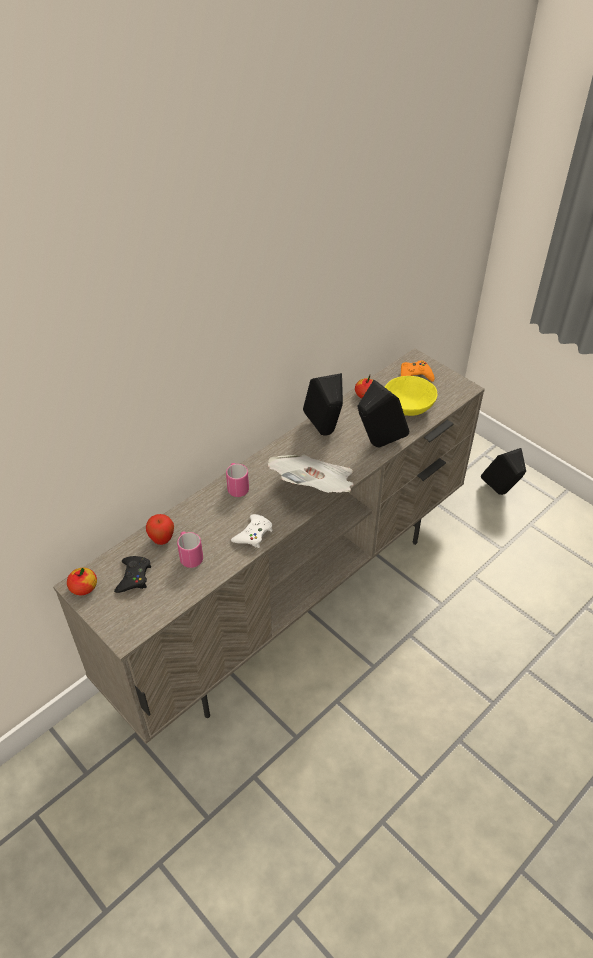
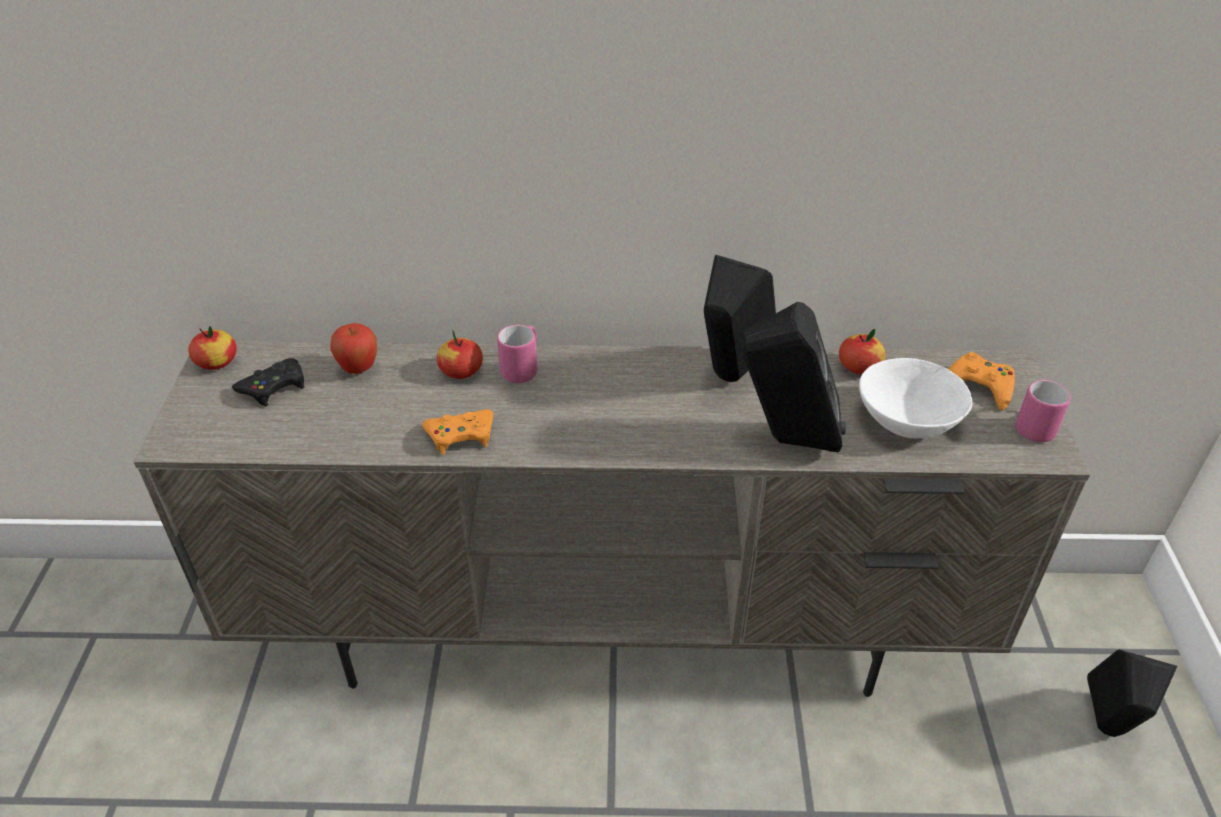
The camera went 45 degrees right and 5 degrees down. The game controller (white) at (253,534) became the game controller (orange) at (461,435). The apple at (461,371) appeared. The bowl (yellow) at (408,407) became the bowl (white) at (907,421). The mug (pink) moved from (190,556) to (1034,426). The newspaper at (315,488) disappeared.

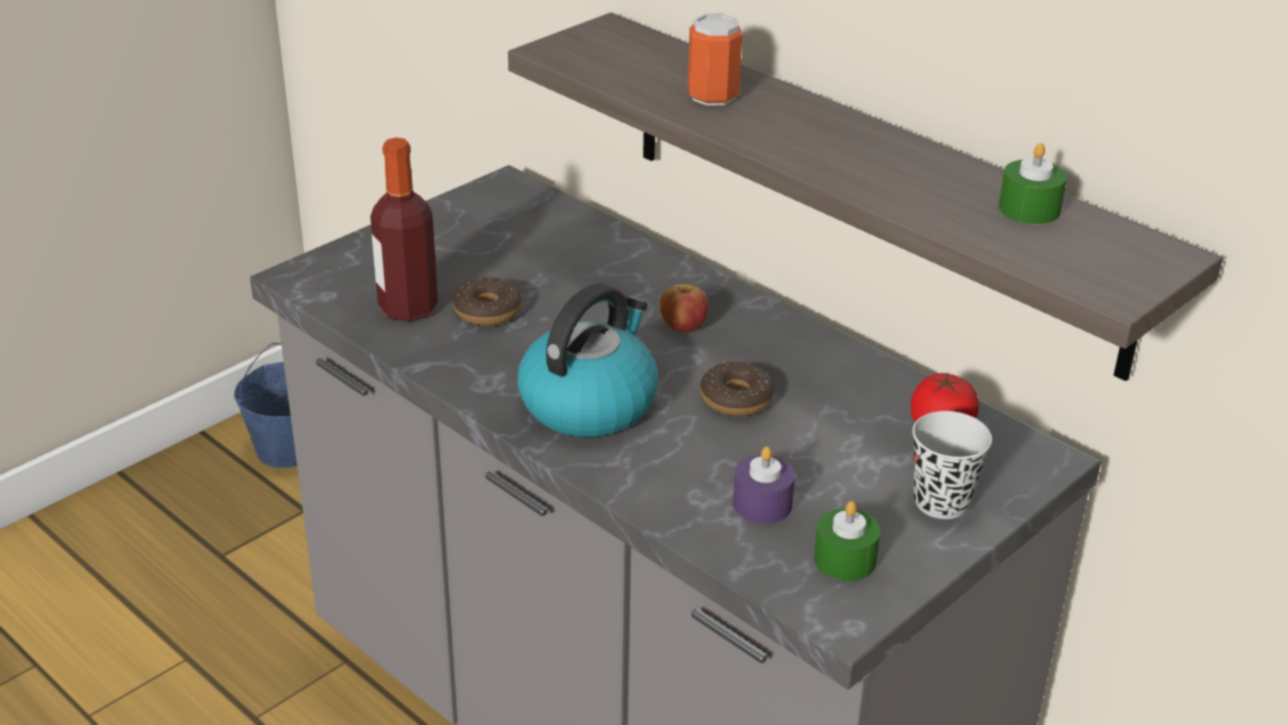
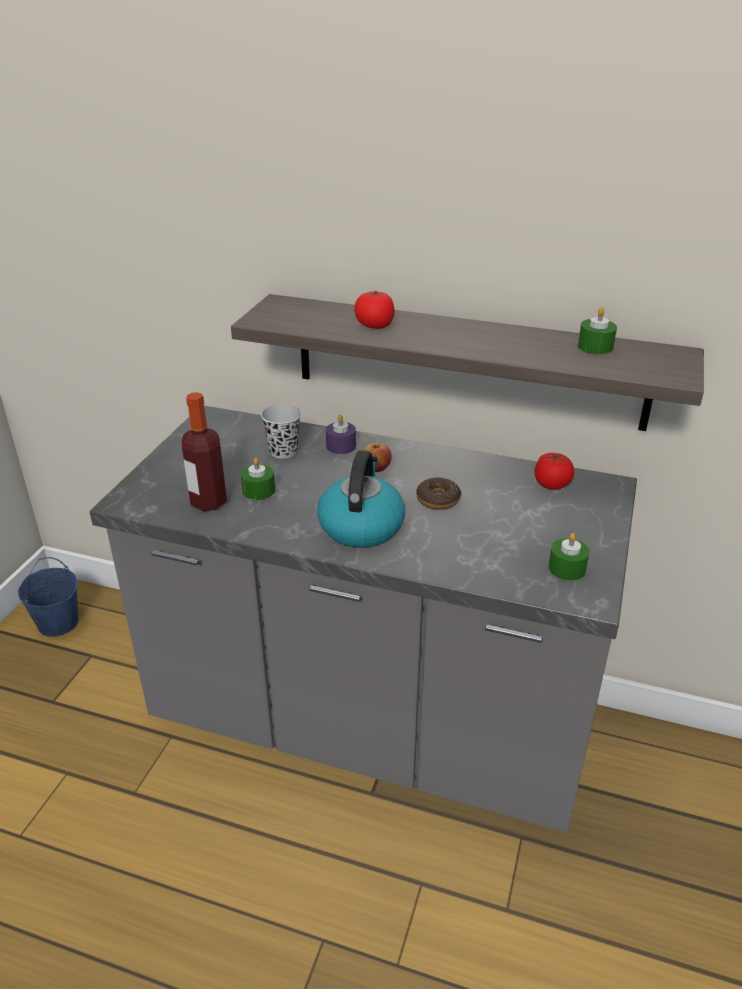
The camera went 25 degrees left and 0 degrees up. The donut at (487,311) was replaced by the candle (green) at (258,490). The cup (black) moved from (941,502) to (283,451). The candle (purple) moved from (762,504) to (341,446). The can at (712,96) was replaced by the tomato at (374,326).

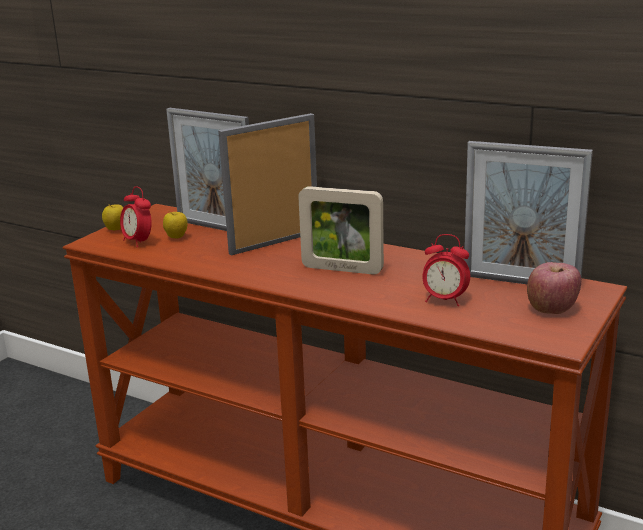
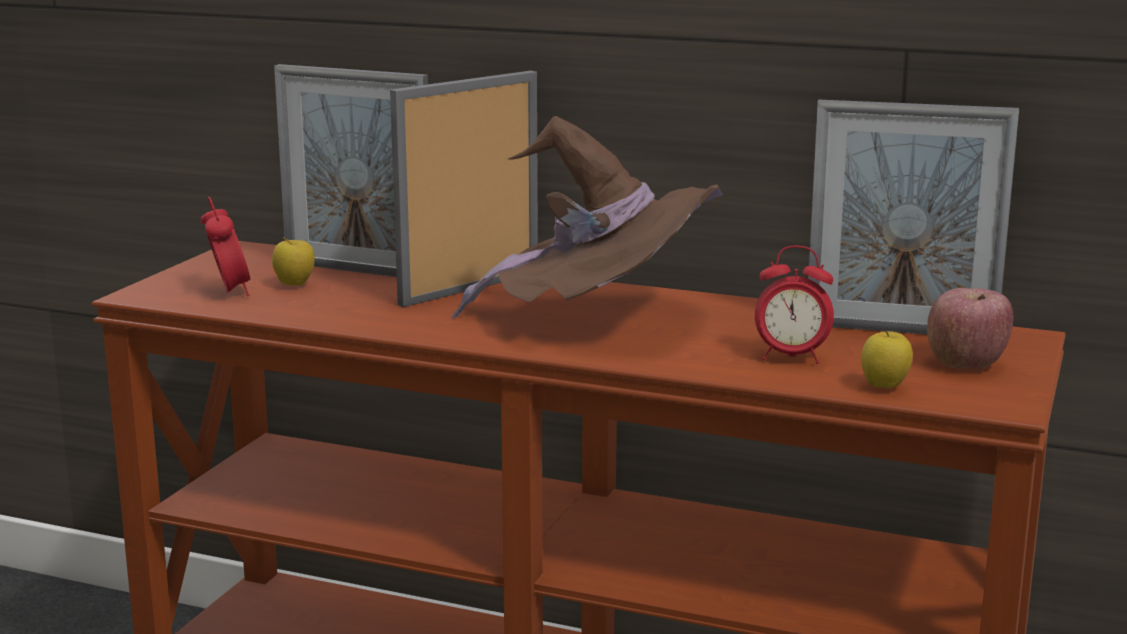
The camera went 10 degrees left and 5 degrees down. The alarm clock at (138,242) turned 150 degrees counterclockwise. The picture frame at (342,269) was replaced by the hat (brown) at (602,321). The apple moved from (116,230) to (884,387).

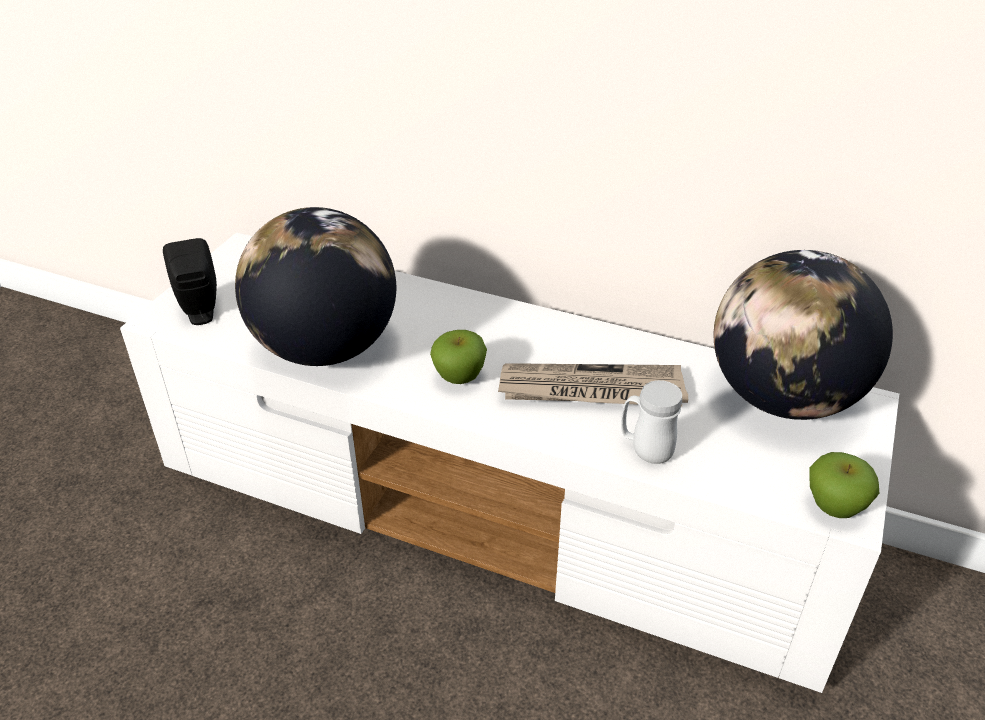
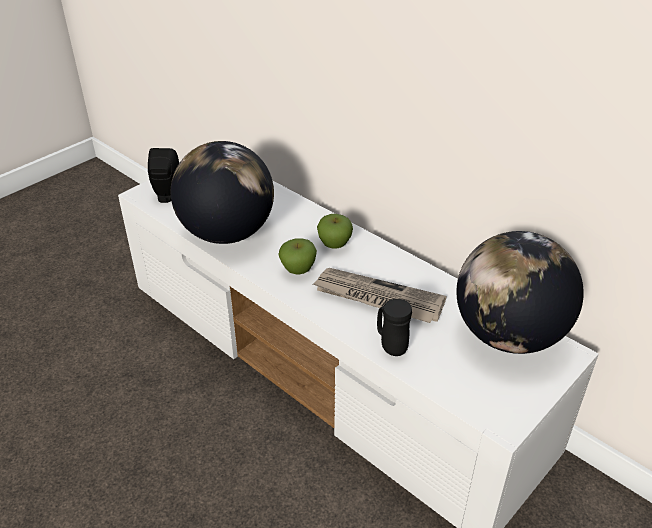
The camera went 20 degrees right and 0 degrees up. The apple moved from (834,507) to (334,244). The mug (white) at (645,450) became the mug (black) at (390,345).

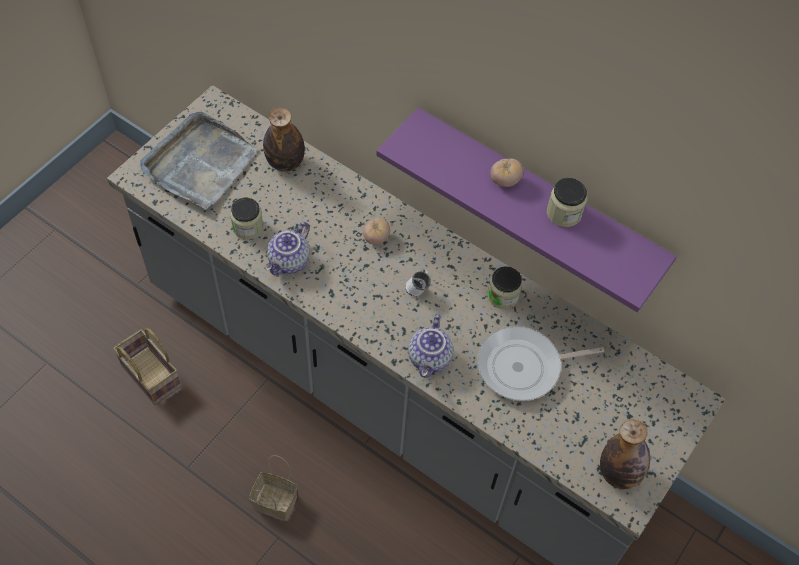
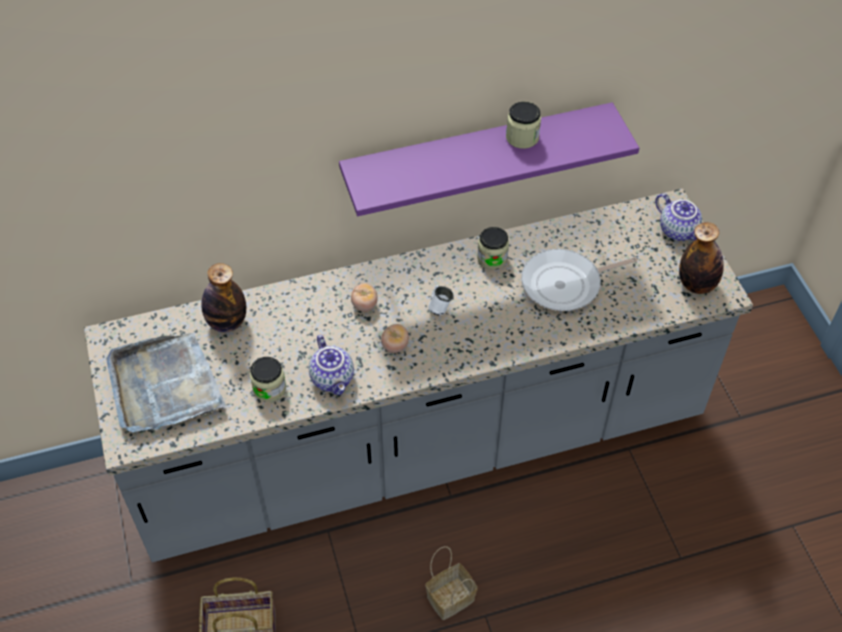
The camera went 50 degrees left and 5 degrees down. The tomato moved from (505,180) to (395,346). The frying pan at (524,367) turned 45 degrees clockwise. The teapot moved from (430,359) to (679,230).

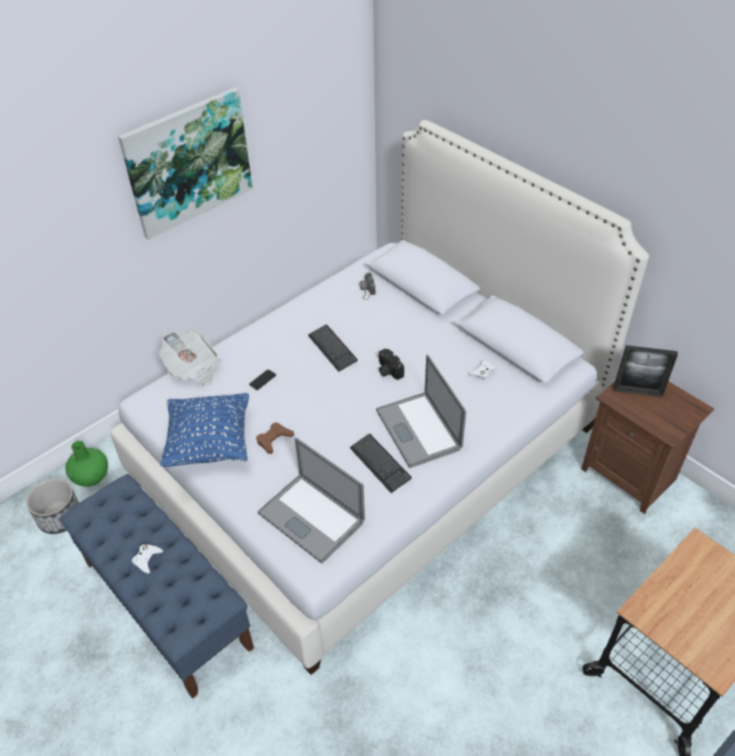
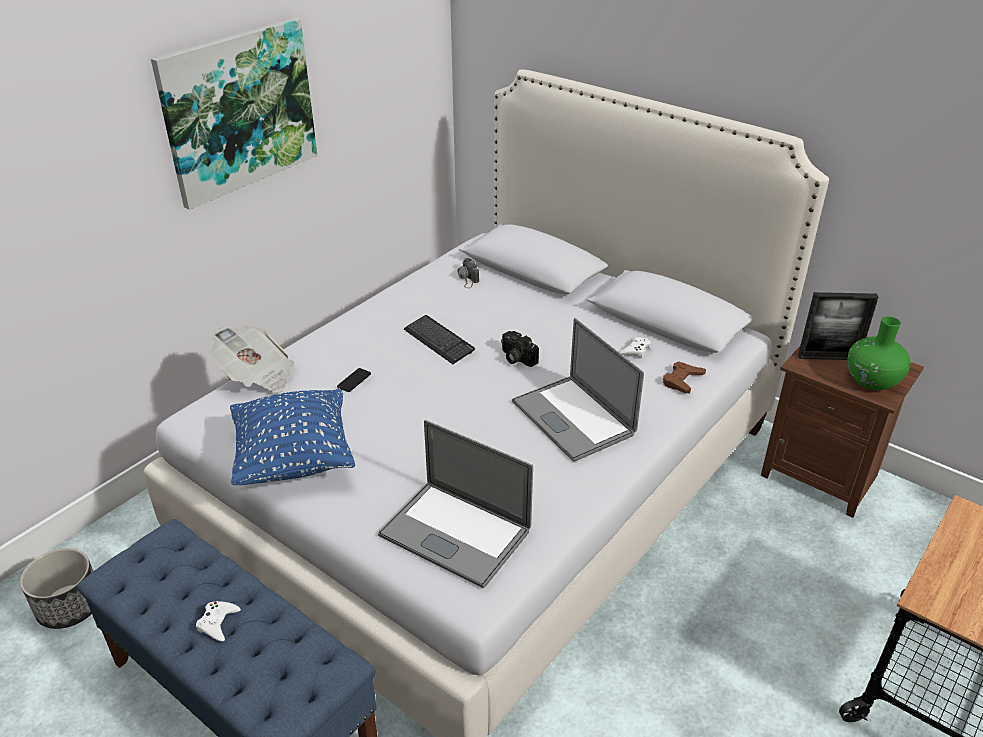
The camera went 10 degrees left and 10 degrees down. The game controller (brown) moved from (274,440) to (682,380). The vase (green) moved from (91,477) to (872,381). The keyboard at (380,464) disappeared.

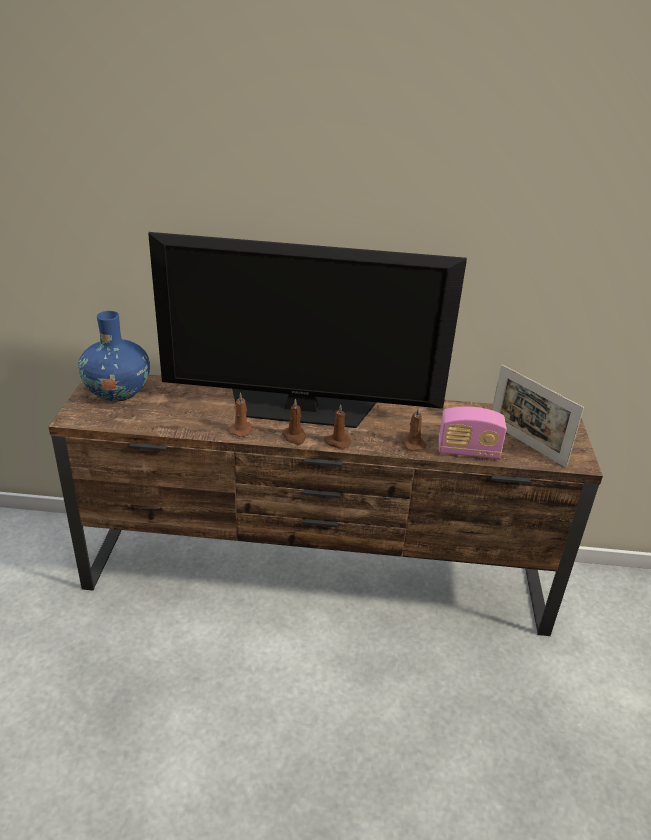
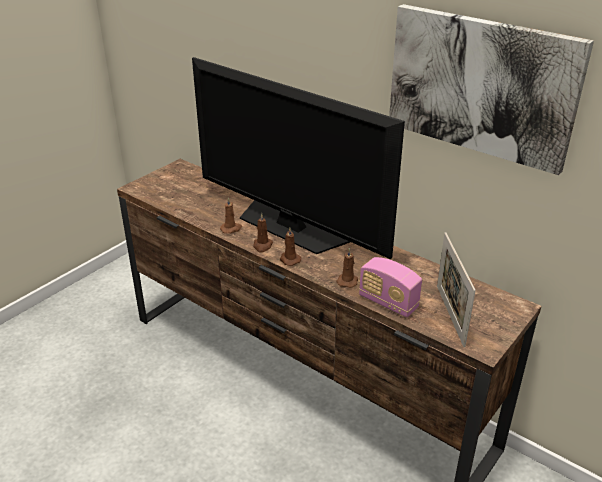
The camera went 35 degrees right and 0 degrees up. The picture at (481,85) appeared. The vase (blue) at (118,392) disappeared.

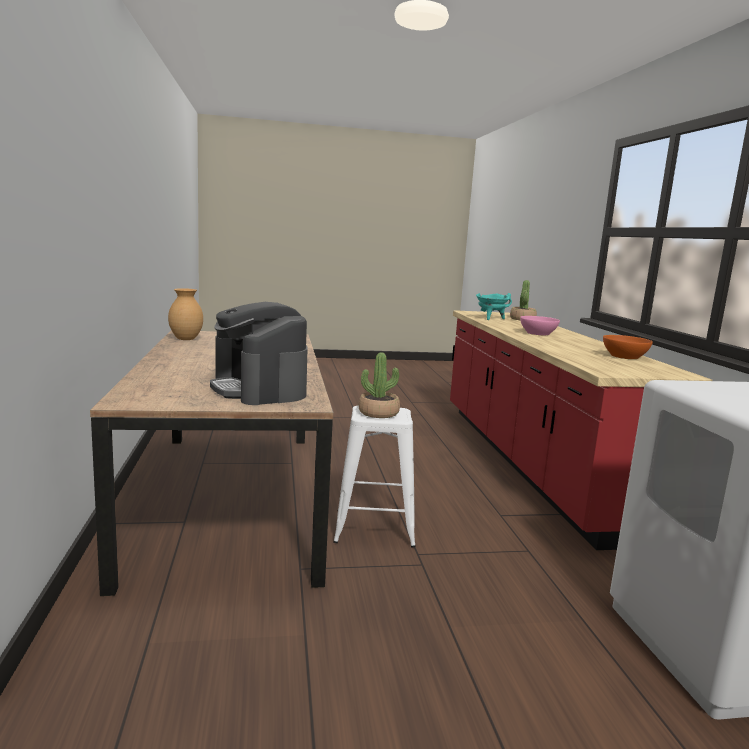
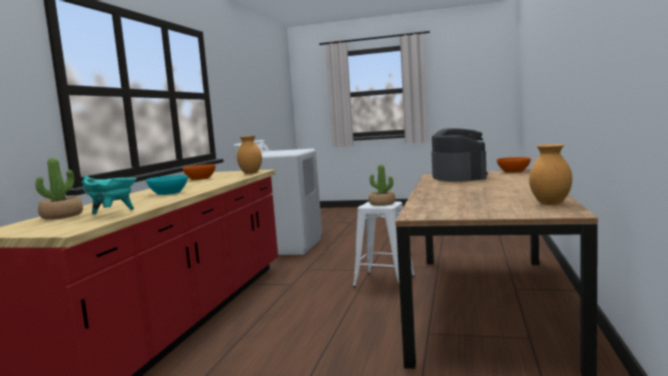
The camera went 155 degrees left and 5 degrees down. The bowl (pink) at (537,333) became the bowl (turquoise) at (169,193). The vase (brown) at (250,173) appeared. The bowl (orange) at (513,171) appeared.

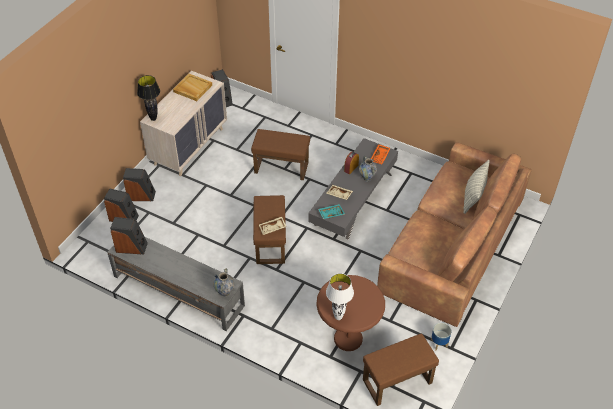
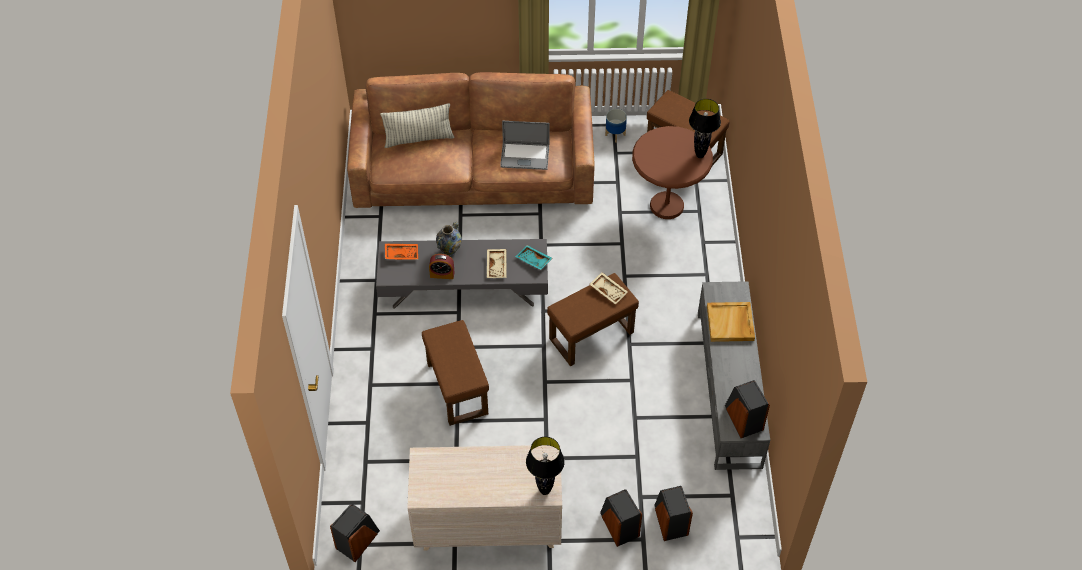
The camera went 120 degrees left and 5 degrees up. The laptop at (525,156) appeared. The table lamp (white) at (338,317) became the table lamp (black) at (700,155). The tray (beige) moved from (192,88) to (730,323). The vase at (225,292) disappeared.

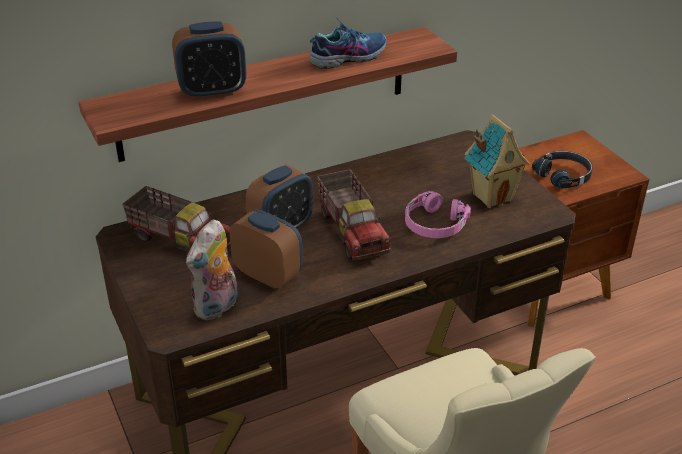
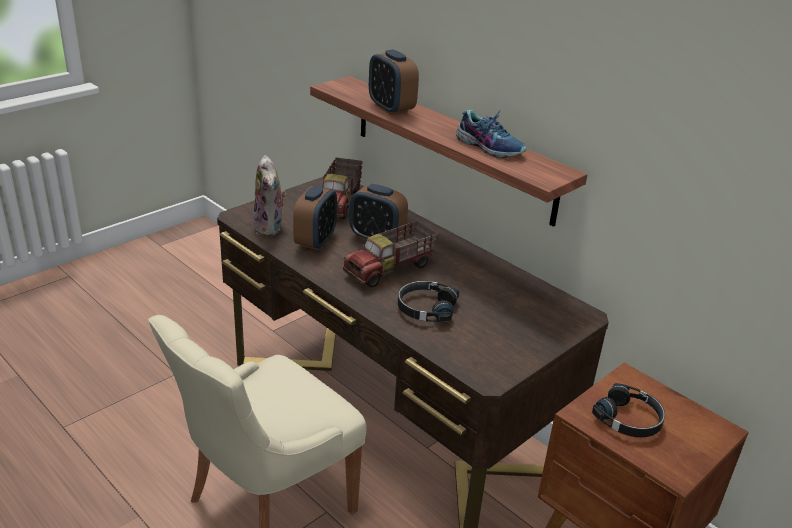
The camera went 70 degrees right and 5 degrees down. The plush toy at (217,307) turned 120 degrees counterclockwise. The headphones (pink) at (434,224) became the headphones (black) at (426,308). The toy house at (492,196) disappeared.

